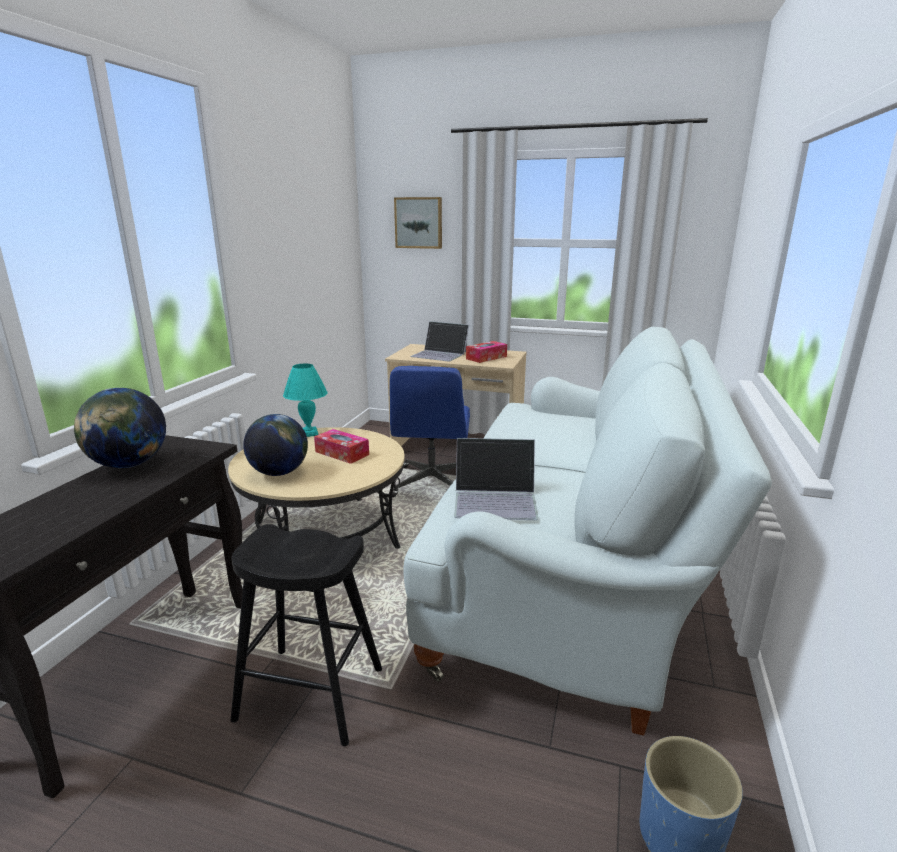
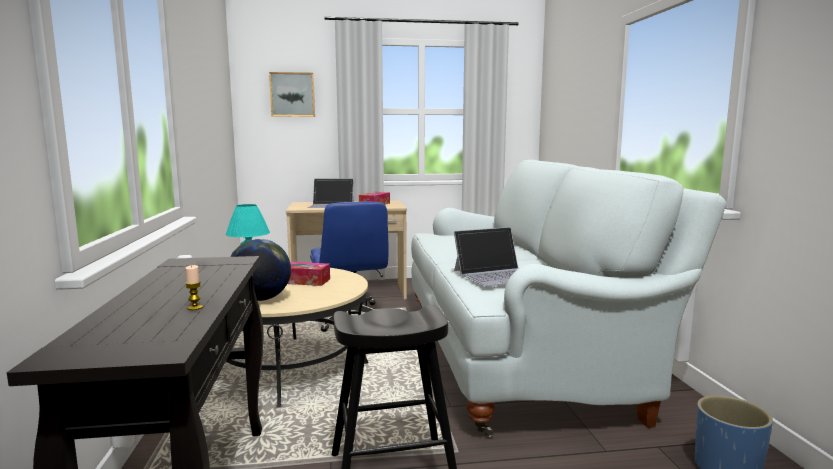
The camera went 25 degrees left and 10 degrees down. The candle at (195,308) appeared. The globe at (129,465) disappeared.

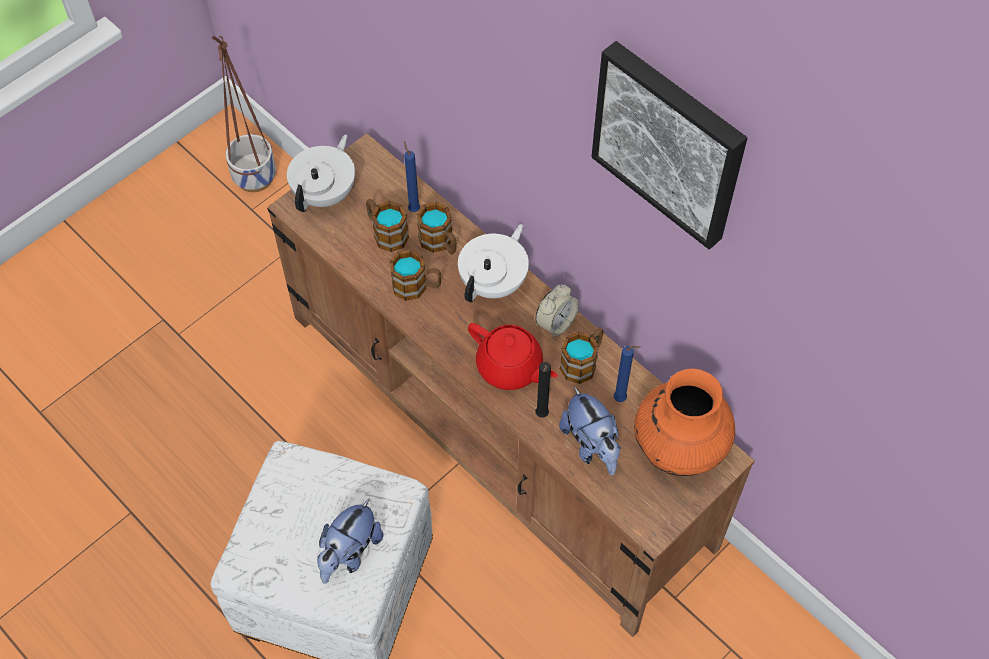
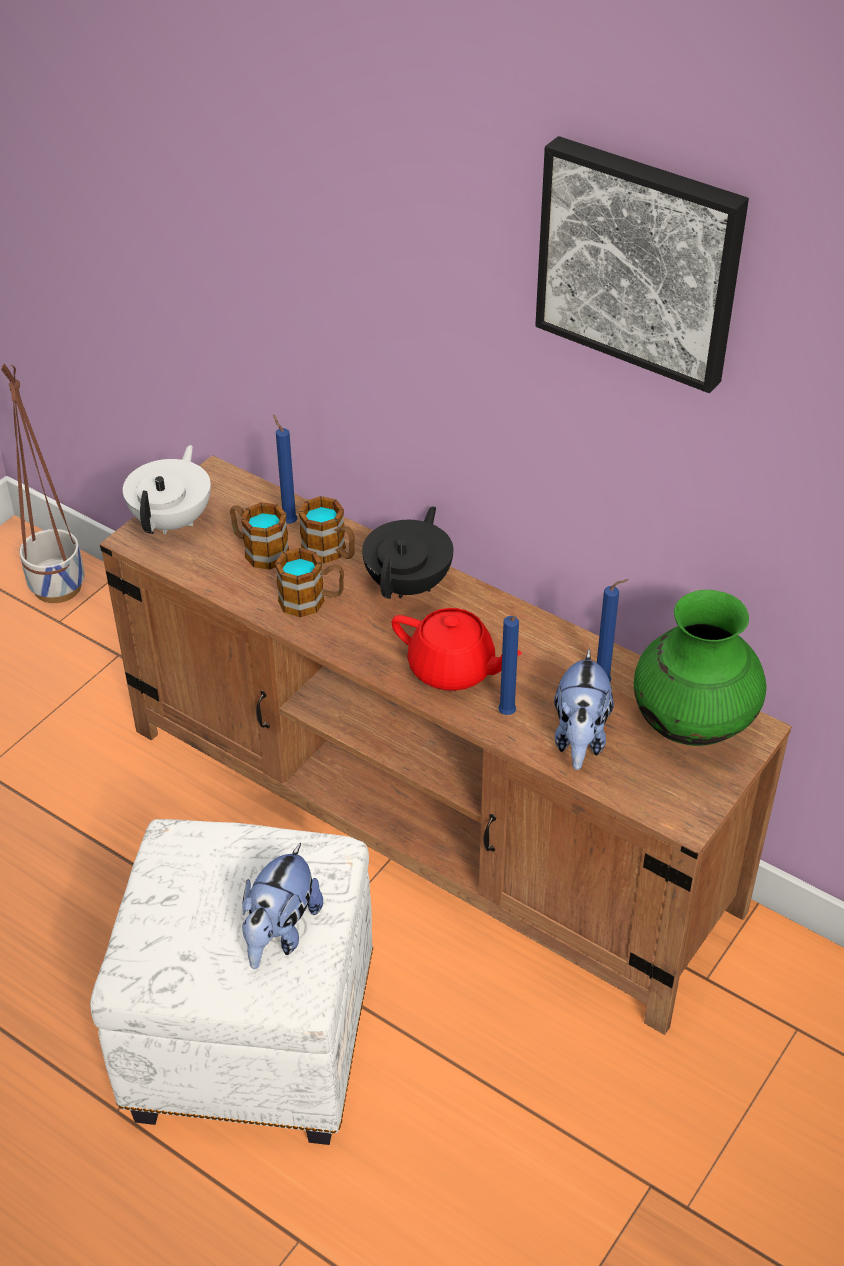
The camera went 10 degrees left and 15 degrees down. The teapot (white) at (494,282) became the teapot (black) at (409,583). The candle (black) at (541,416) became the candle (blue) at (506,716). The plush toy at (591,445) turned 45 degrees clockwise. The vase (orange) at (679,446) became the vase (green) at (692,724). The alarm clock at (556,323) disappeared. The mug at (583,362) disappeared.

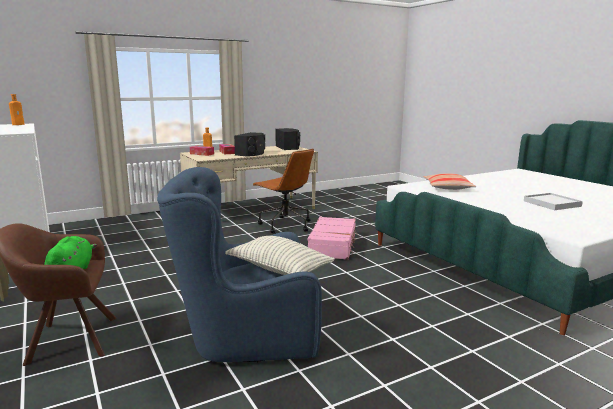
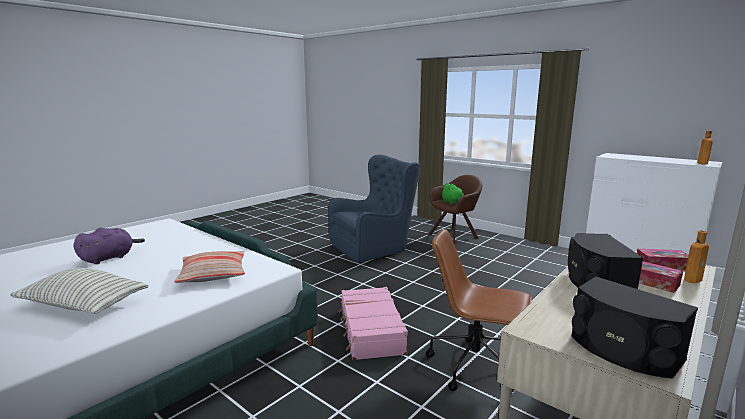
The camera went 160 degrees right and 0 degrees up. The pillow moved from (279,269) to (83,305). The tray (white) at (552,204) was replaced by the plush toy (purple) at (109,258).

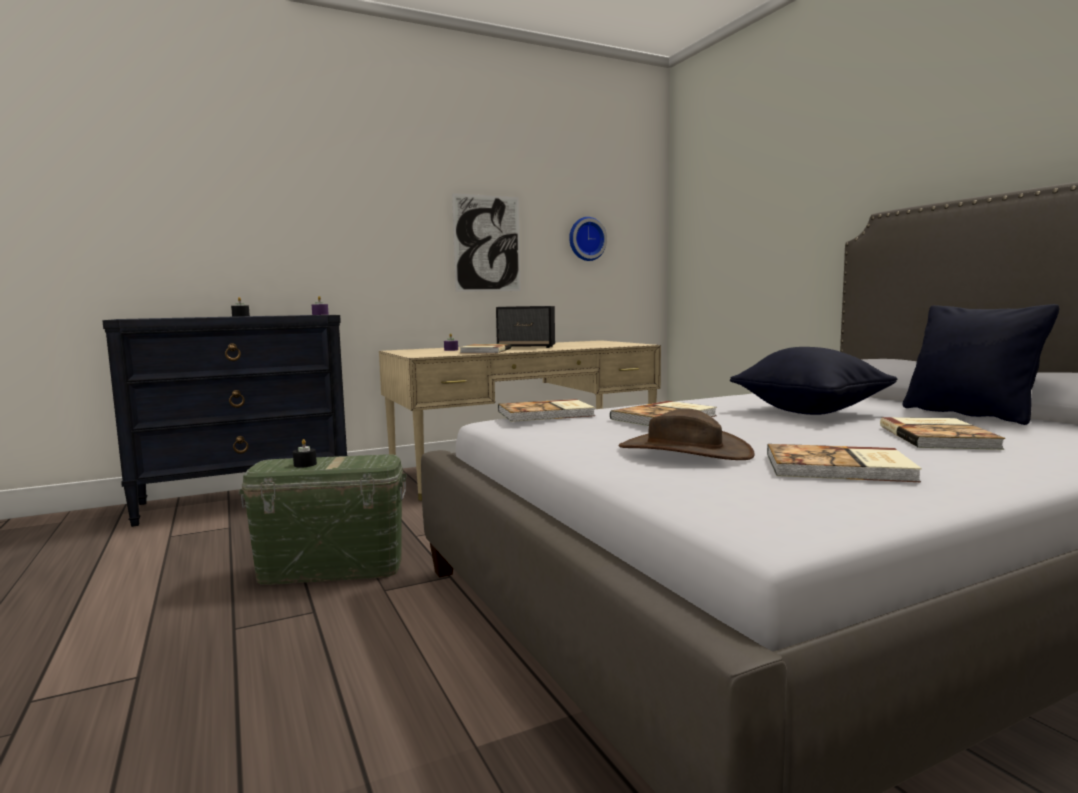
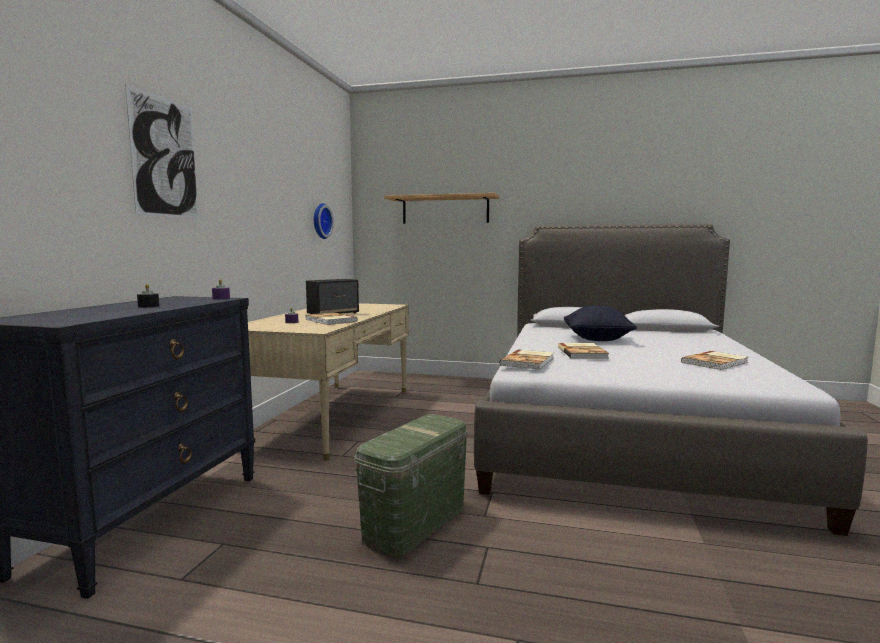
The camera went 50 degrees left and 0 degrees up. The picture moved from (487,243) to (165,157). The shelf at (445,210) appeared. The candle (black) at (305,464) disappeared. The hat (brown) at (683,451) disappeared. The book at (938,437) disappeared. The pillow (black) at (969,414) disappeared.

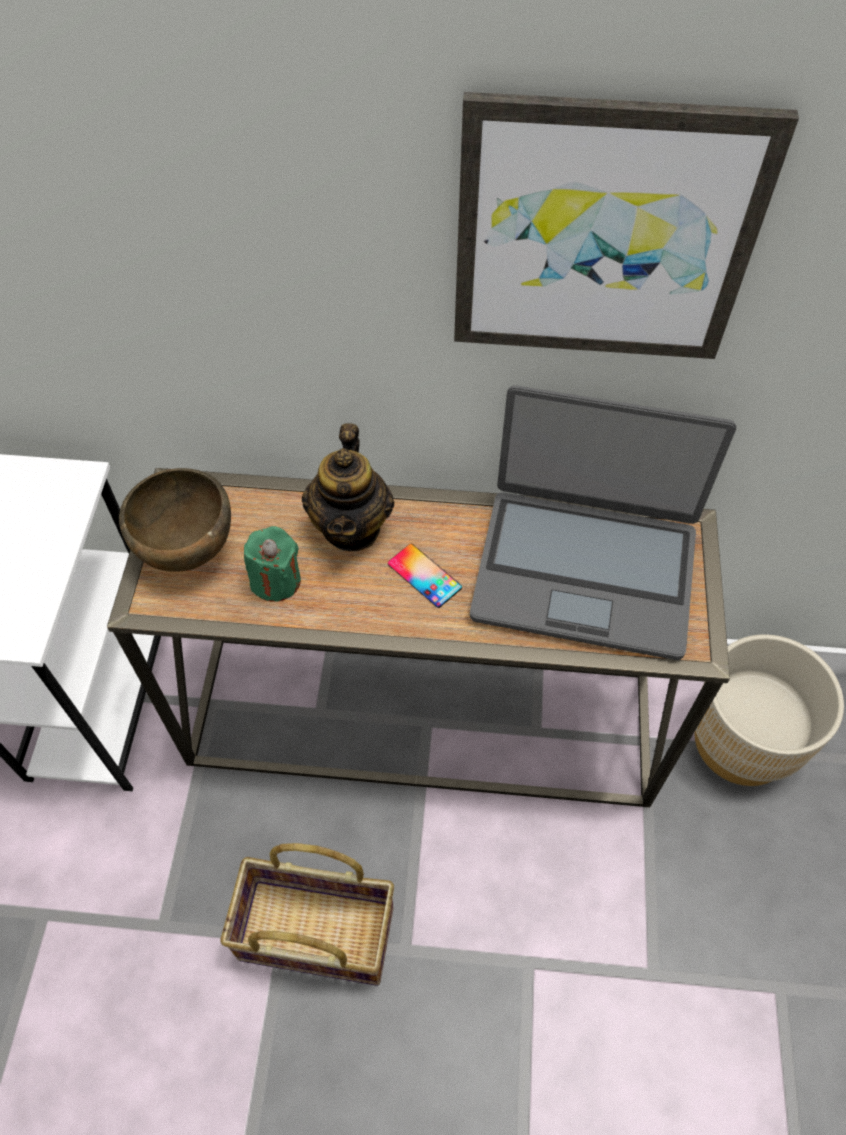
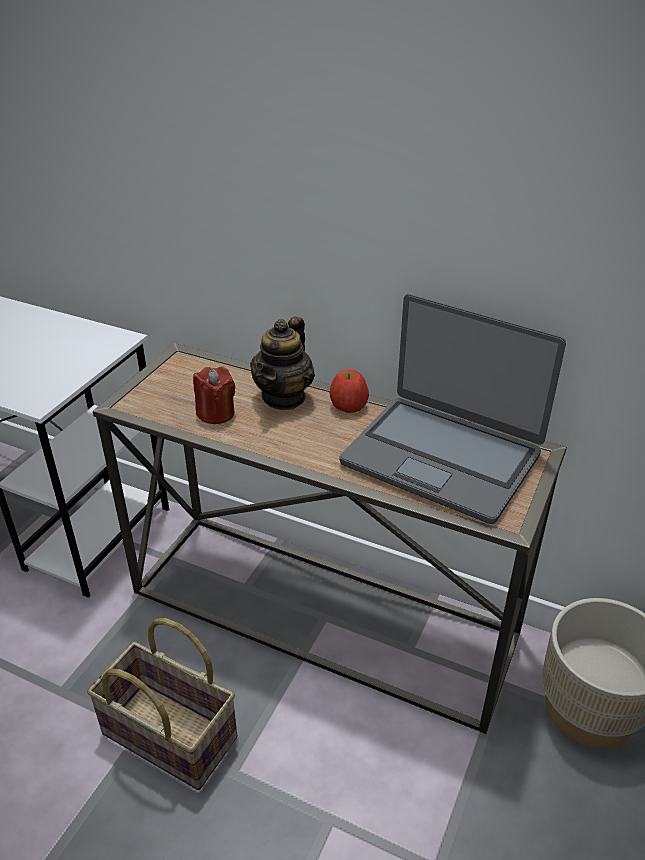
The camera went 20 degrees right and 20 degrees down. The candle (green) at (276,581) became the candle (red) at (216,413). The apple at (349,404) appeared. The bowl (brown) at (189,552) disappeared. The phone at (424,575) disappeared. The picture at (603,233) disappeared.

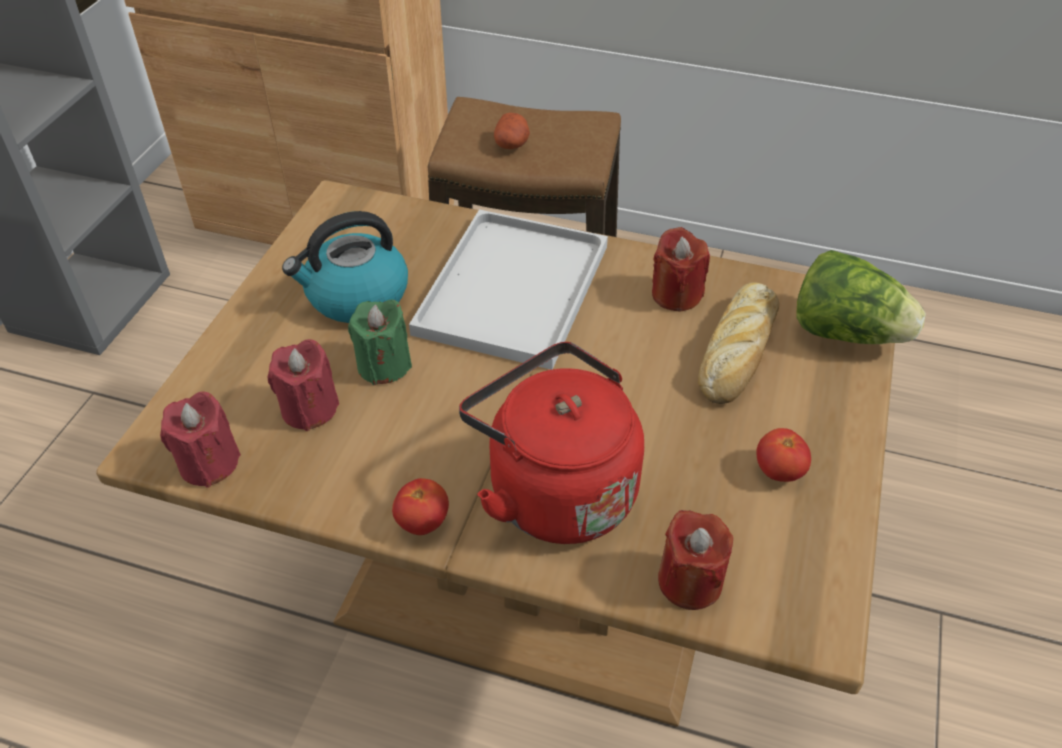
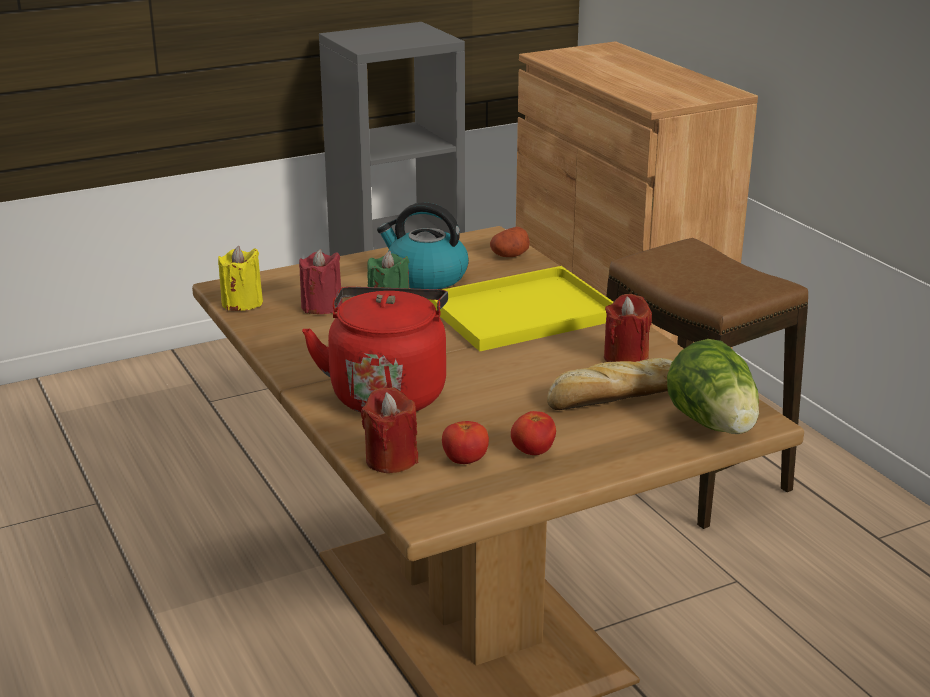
The camera went 45 degrees right and 20 degrees down. The candle (red) at (209,463) became the candle (yellow) at (242,303). The tray (white) at (512,286) became the tray (yellow) at (524,310). The tomato moved from (422,522) to (465,461). The potato moved from (511,144) to (510,255).

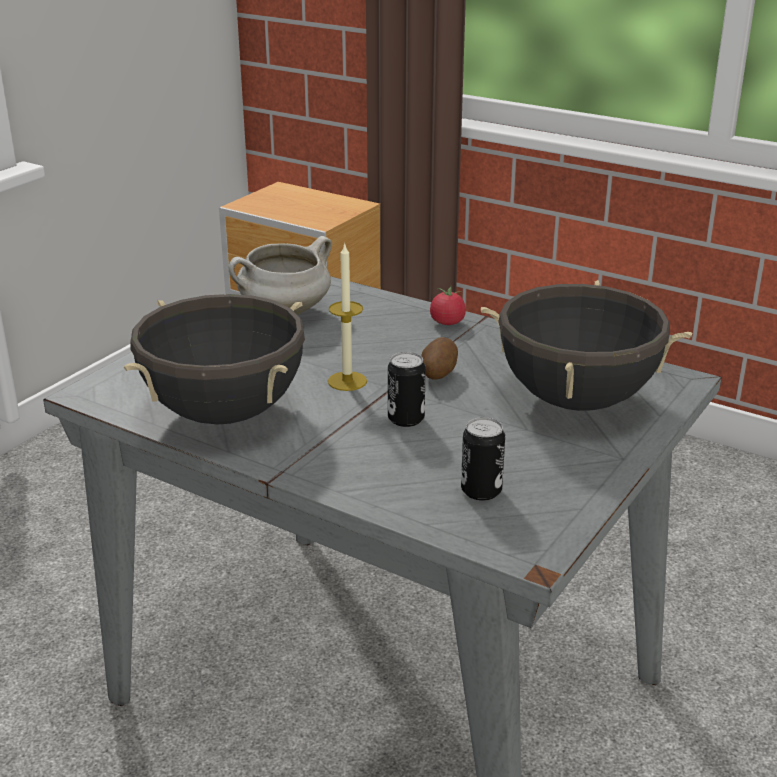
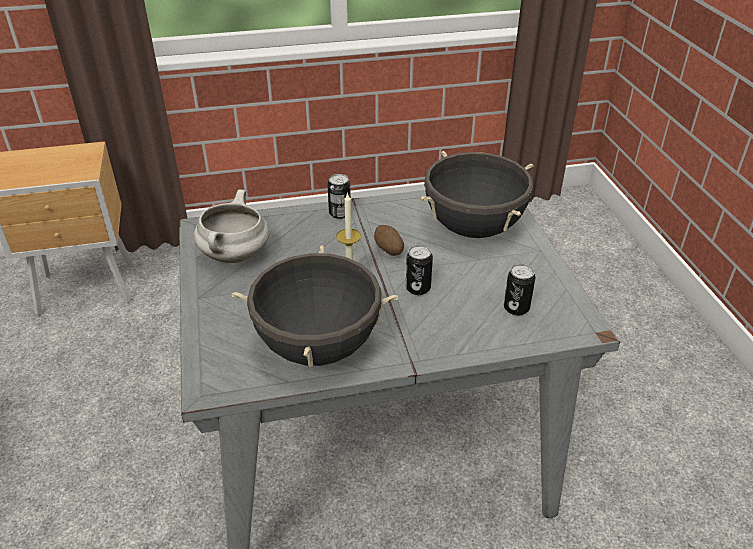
The camera went 45 degrees left and 10 degrees up. The tomato at (447,322) was replaced by the can at (340,213).

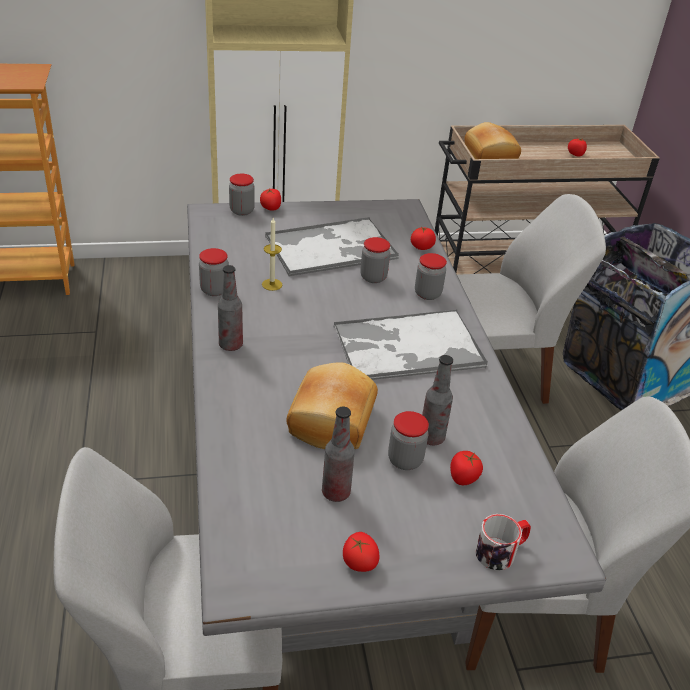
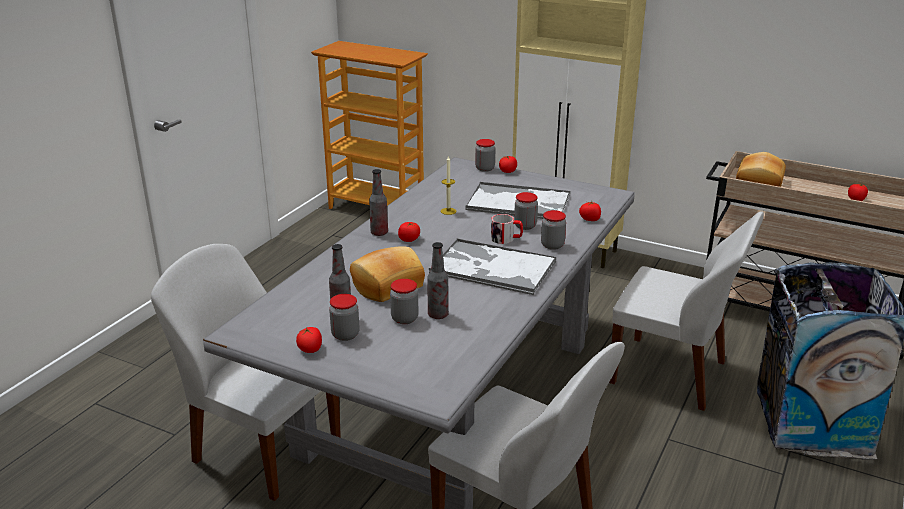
The camera went 40 degrees right and 10 degrees down. The jar moved from (214,290) to (345,335). The tomato moved from (463,477) to (409,239). The mug moved from (501,551) to (506,239).

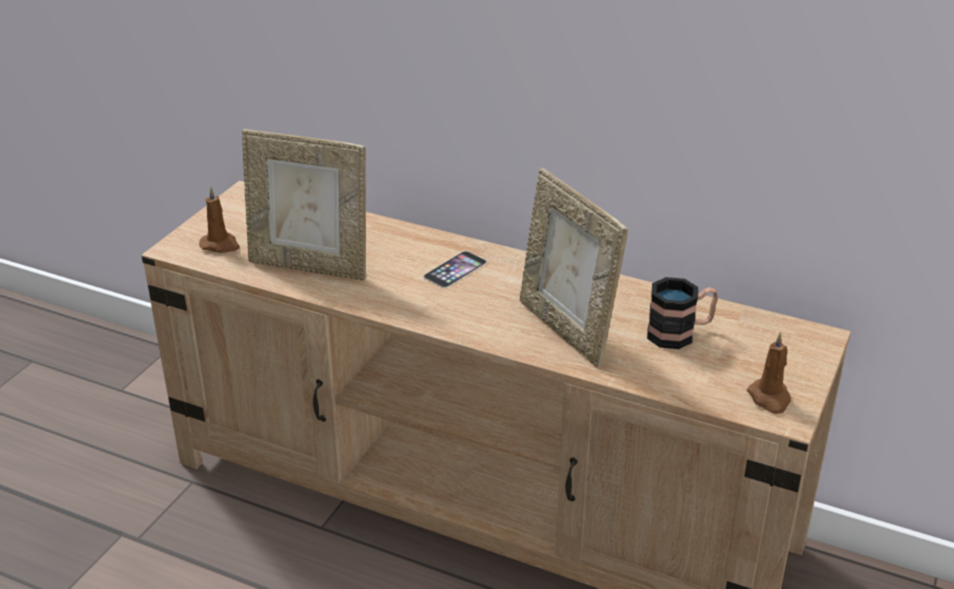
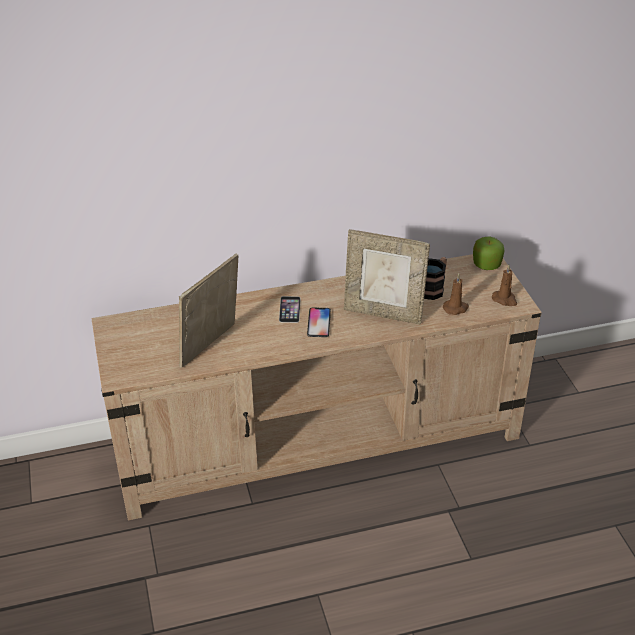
The camera went 40 degrees left and 5 degrees up. The picture frame at (310,266) turned 150 degrees clockwise. The phone at (319,323) appeared. The candle (brown) moved from (220,245) to (456,308). The apple at (486,264) appeared.

